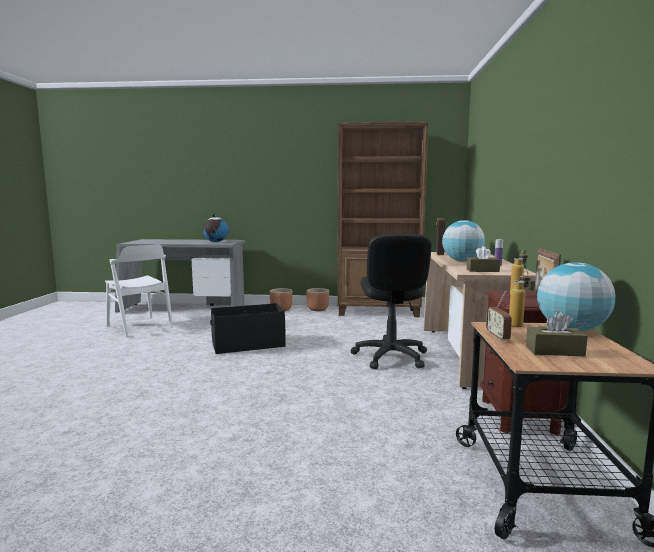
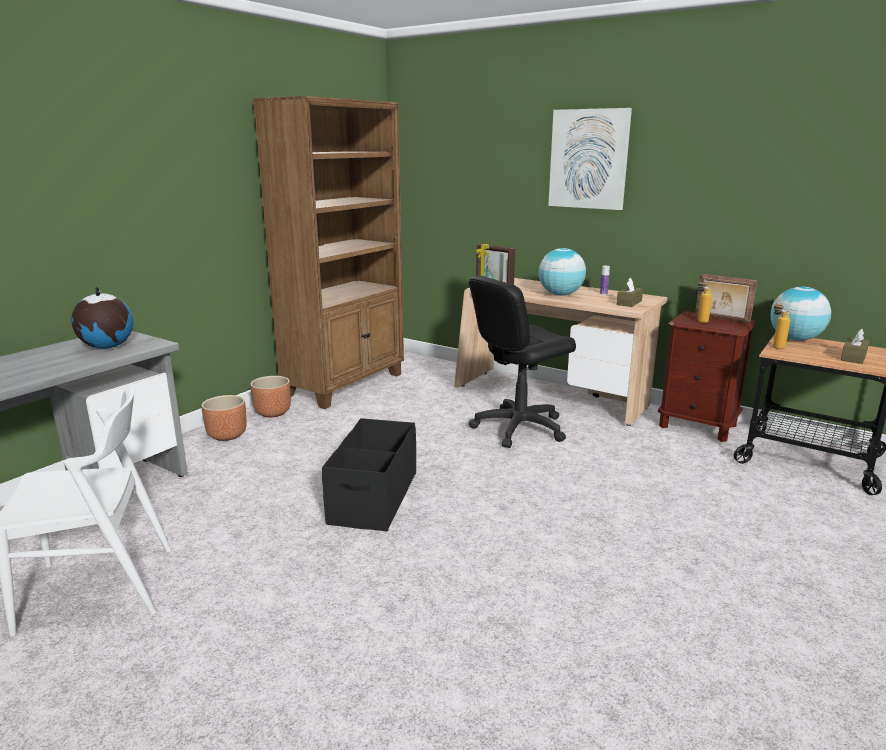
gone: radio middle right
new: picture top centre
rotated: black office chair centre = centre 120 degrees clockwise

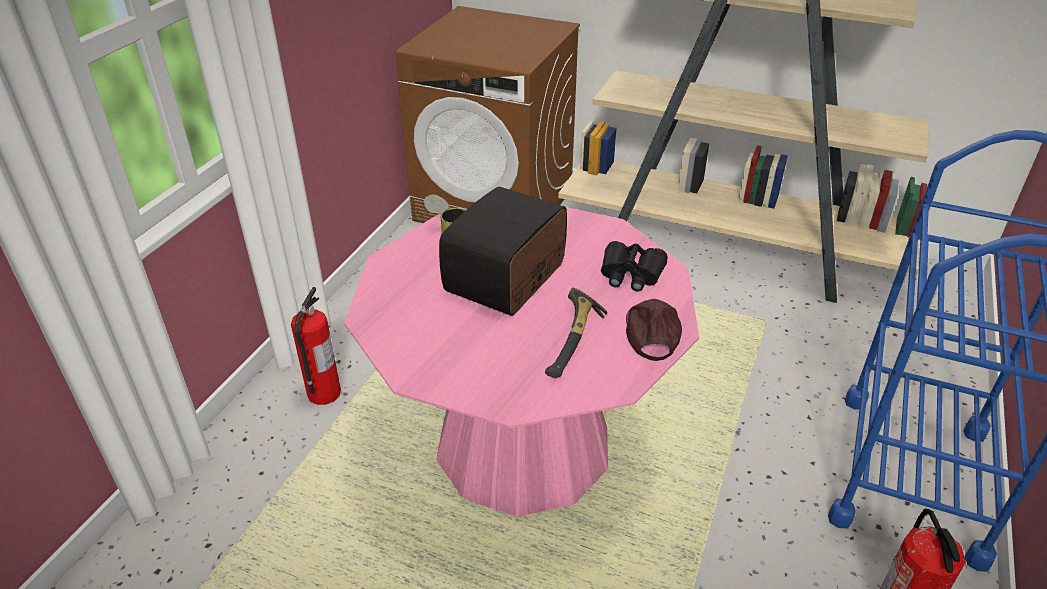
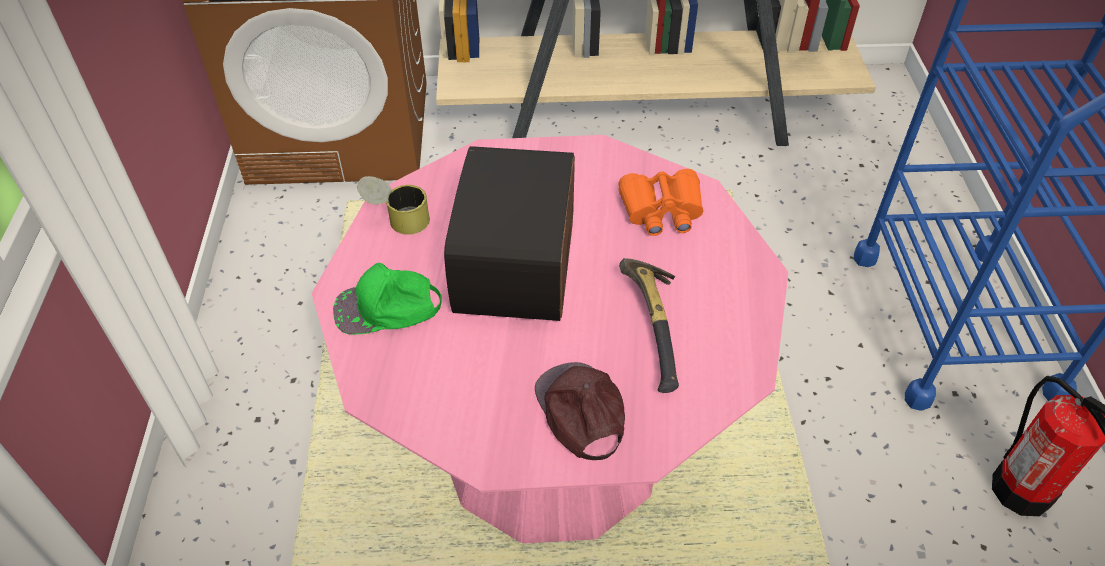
gone: fire extinguisher (no. 1 from left) middle left
new: green cap centre
shifted: brown cap centre to bottom centre
repainted: black binoculars centre to orange binoculars centre

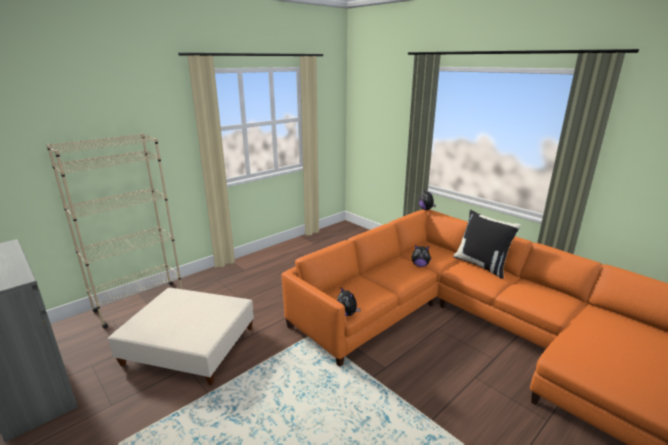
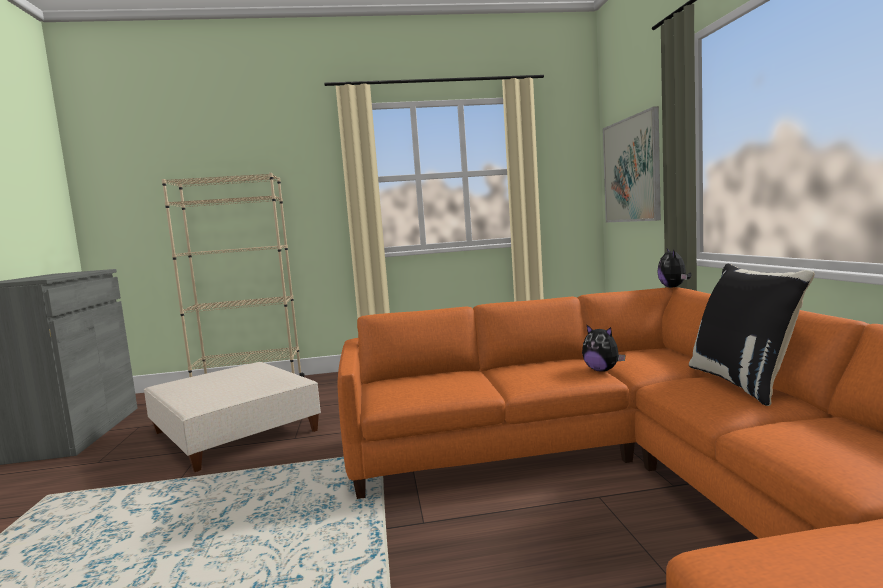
gone: plush toy (no. 1 from left) bottom centre
new: picture top right

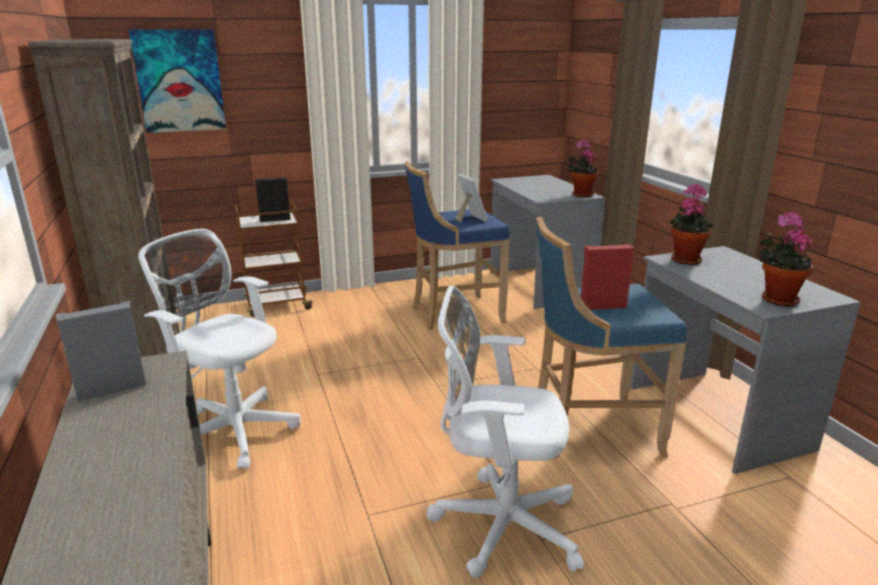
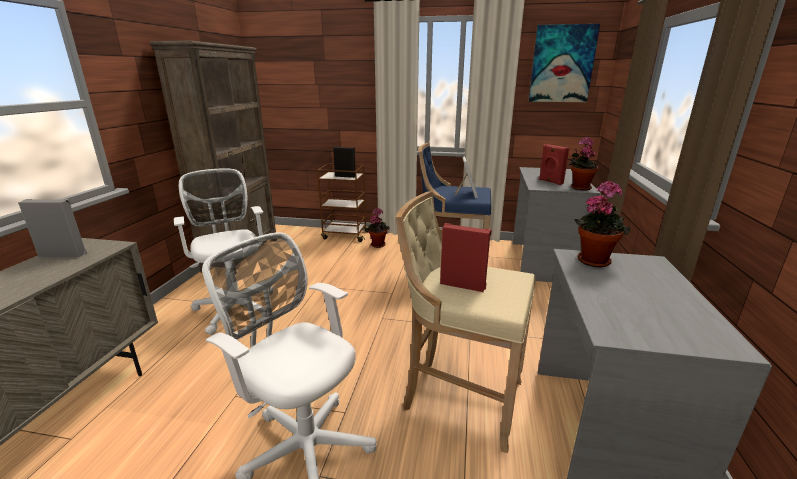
new: red speaker (no. 2 from left) middle right
shifted: picture top left to top right; potted plant (no. 3 from left in the first image) middle right to potted plant (no. 1 from left) centre
repainted: blue stool (no. 2 from left) middle right to beige stool bottom centre

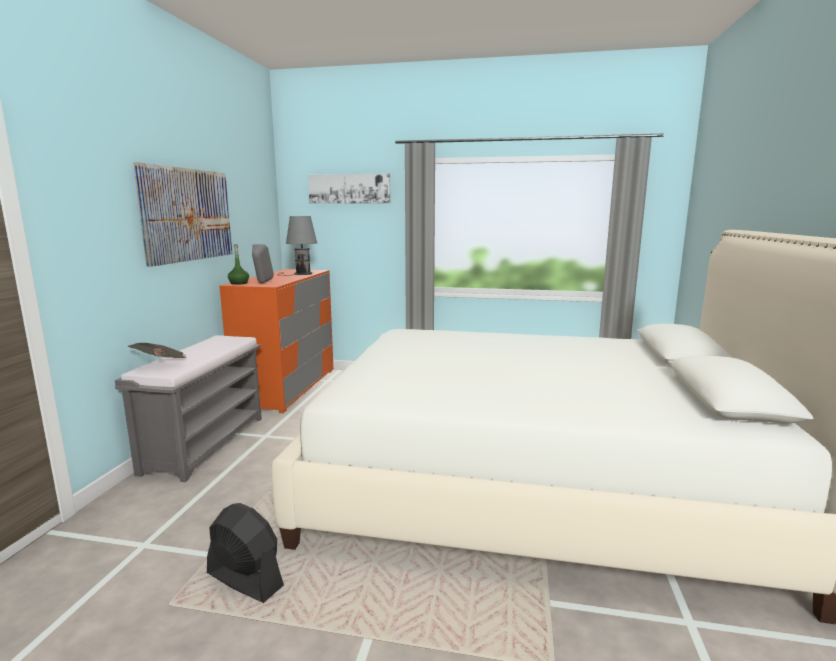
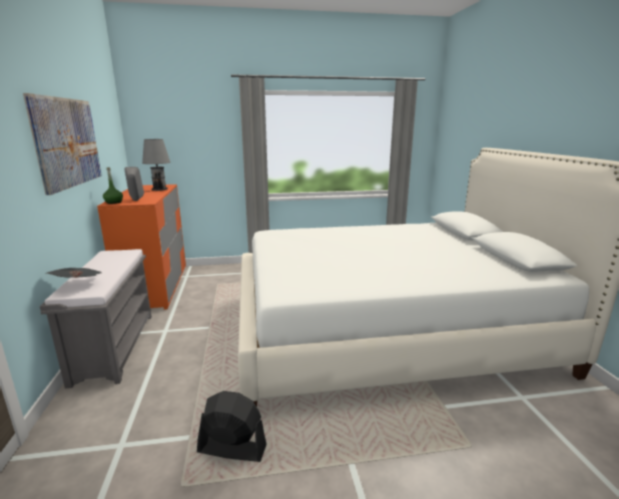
gone: picture (no. 2 from left) top centre

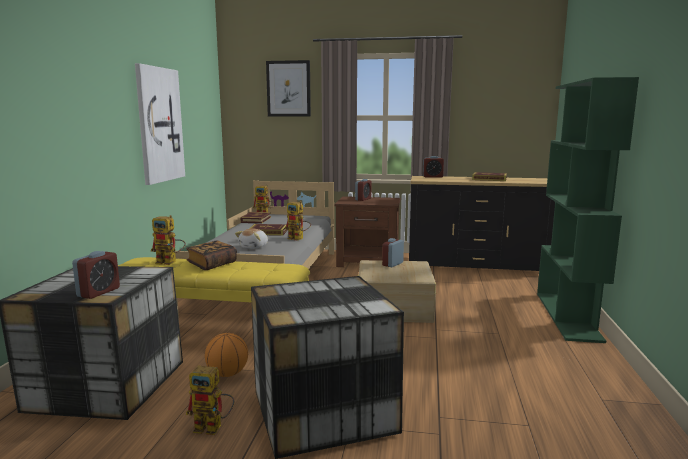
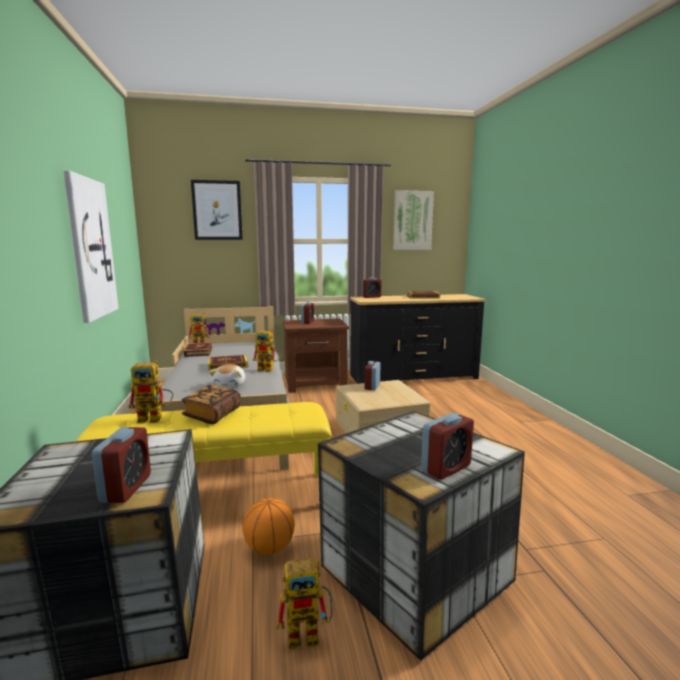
gone: green bookcase middle right
new: picture (no. 3 from left) top centre; alarm clock (no. 5 from left) centre

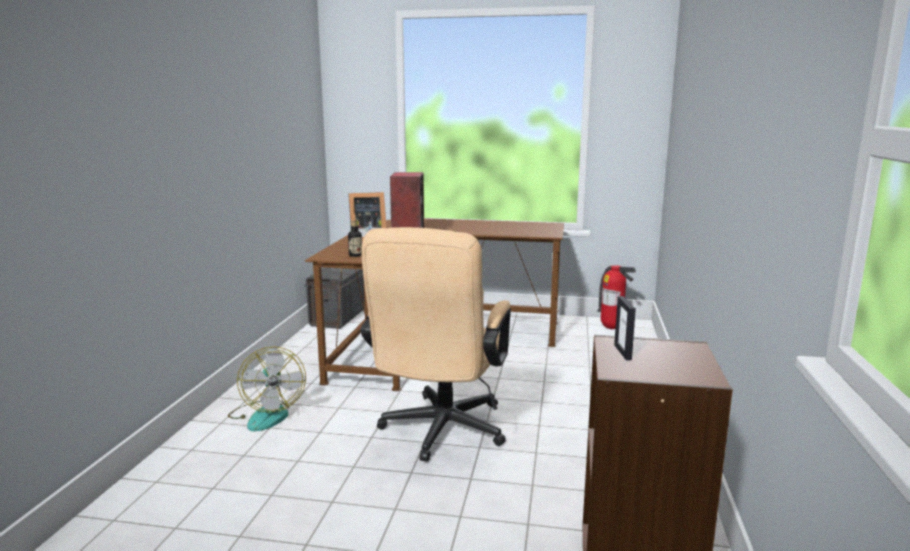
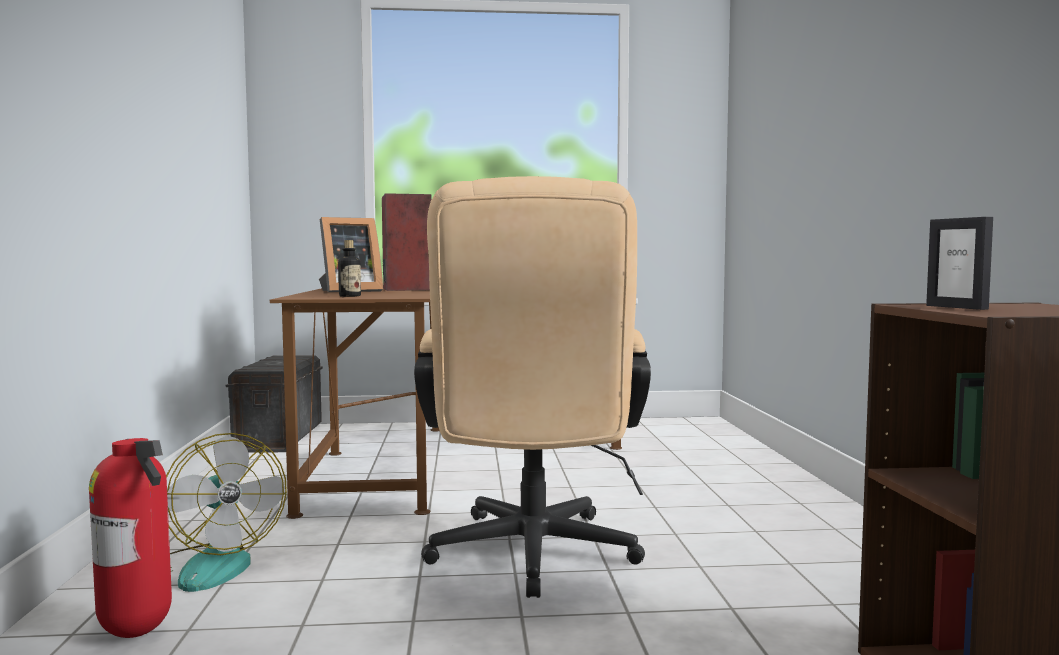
shifted: fire extinguisher middle right to bottom left

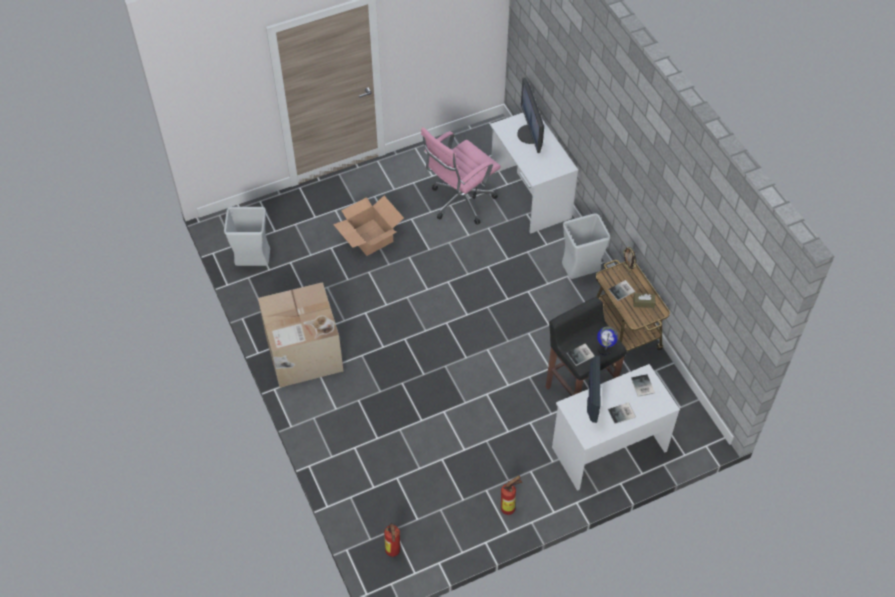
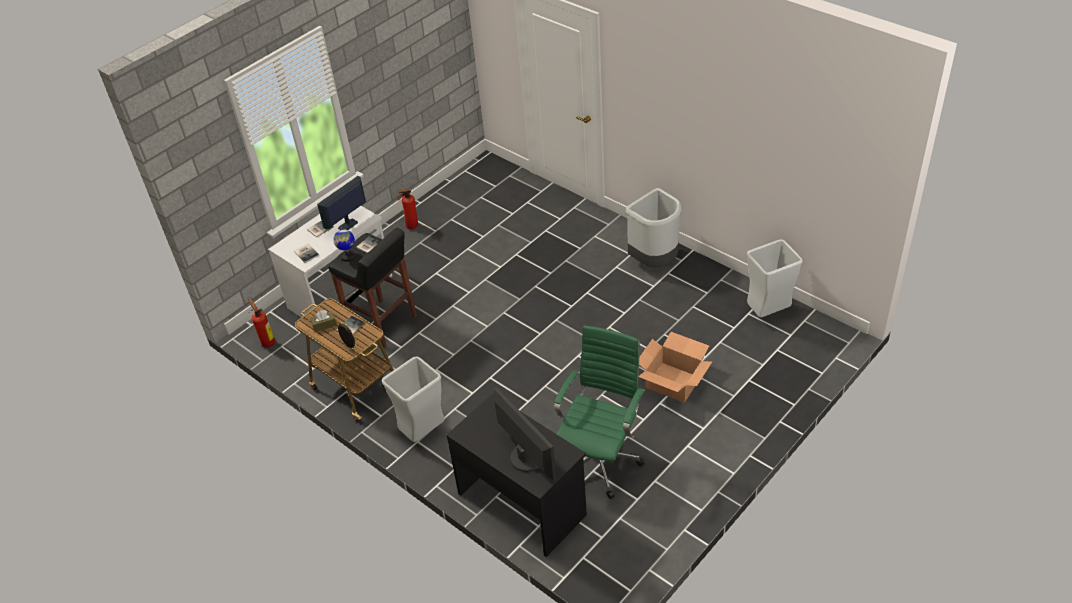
shifted: fire extinguisher (no. 1 from left) bottom centre to middle left
swapped: cardboard box (no. 1 from left) centre to grey trash can (no. 2 from left) centre
repainted: white desk (no. 1 from left) top centre to black desk bottom centre; pink office chair top centre to green office chair bottom centre
rotated: monitor (no. 2 from left in the first image) centre = middle left 60 degrees clockwise

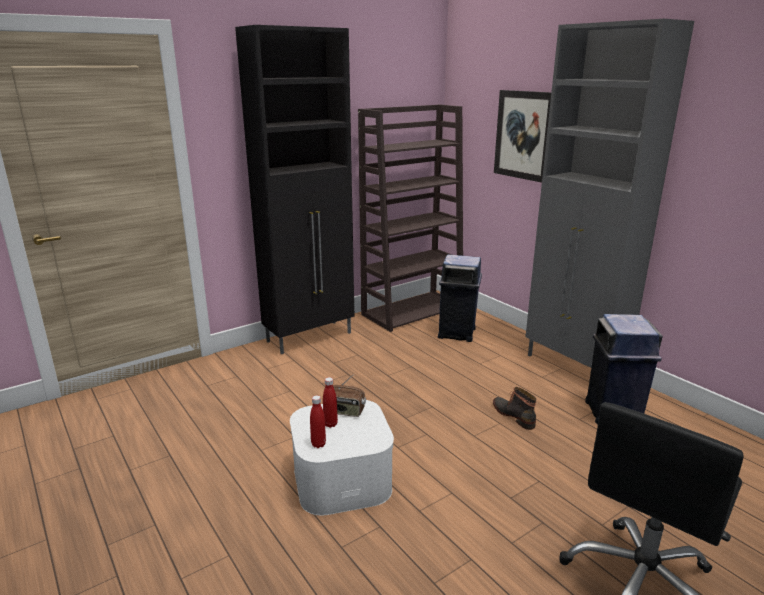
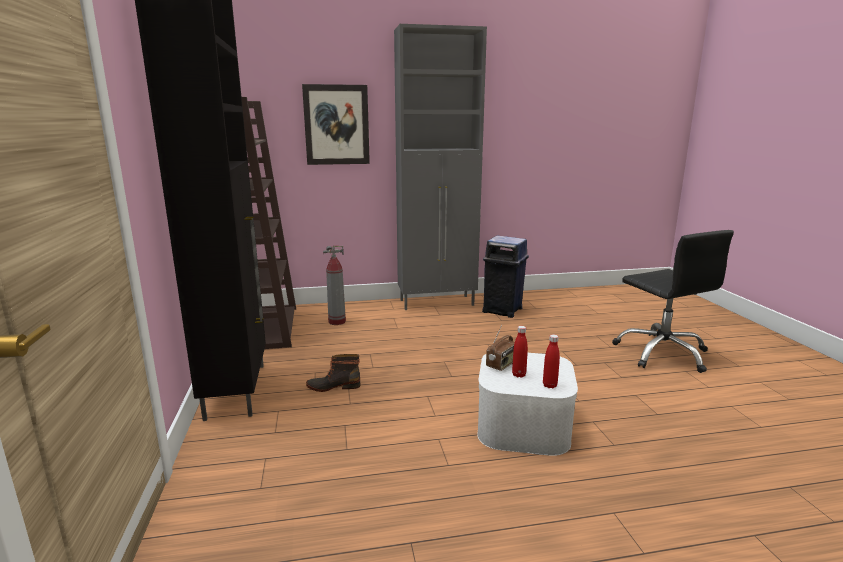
shifted: boot bottom right to centre
swapped: blue trash can (no. 1 from left) centre to fire extinguisher centre

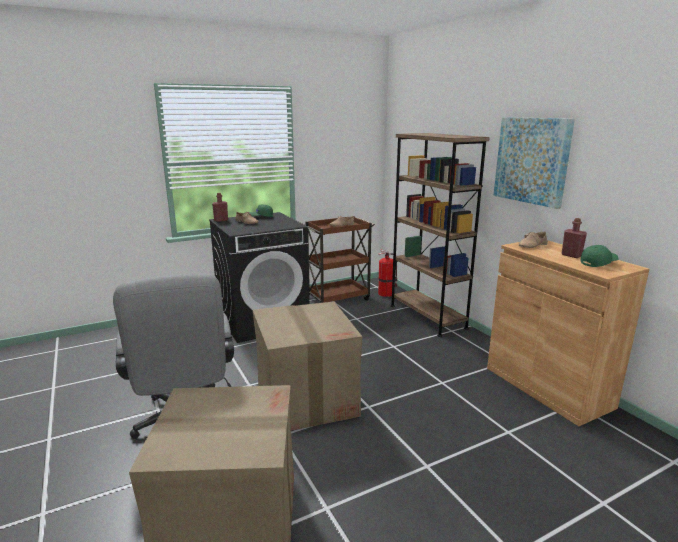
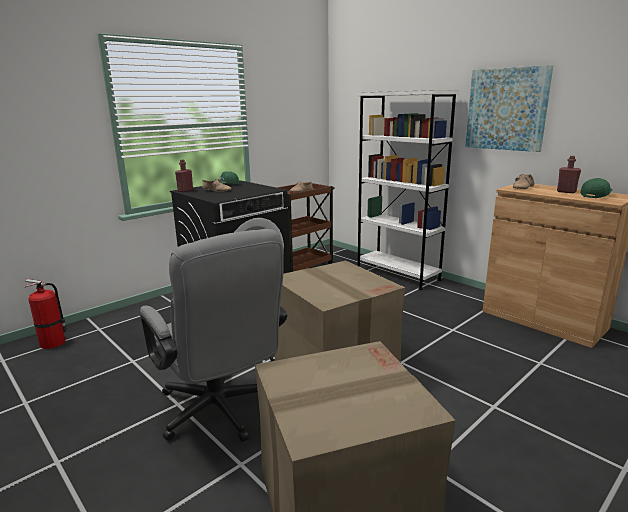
shifted: fire extinguisher centre to middle left
repainted: brown bookcase centre to white bookcase centre

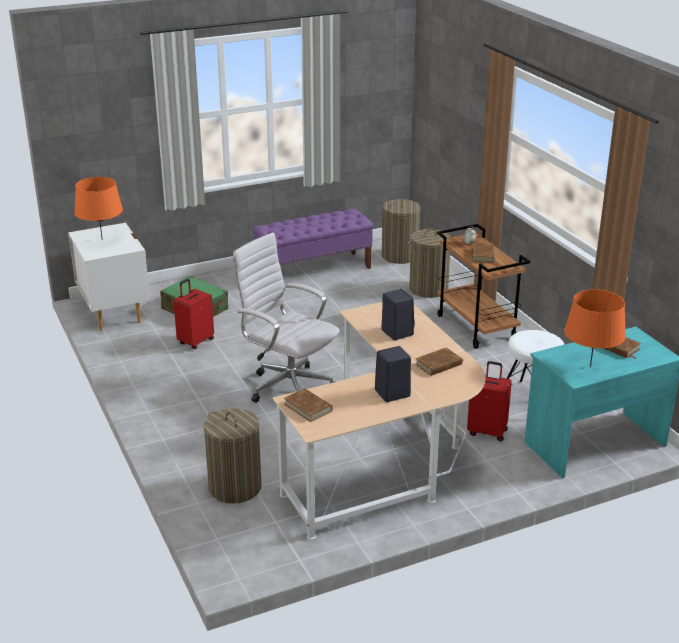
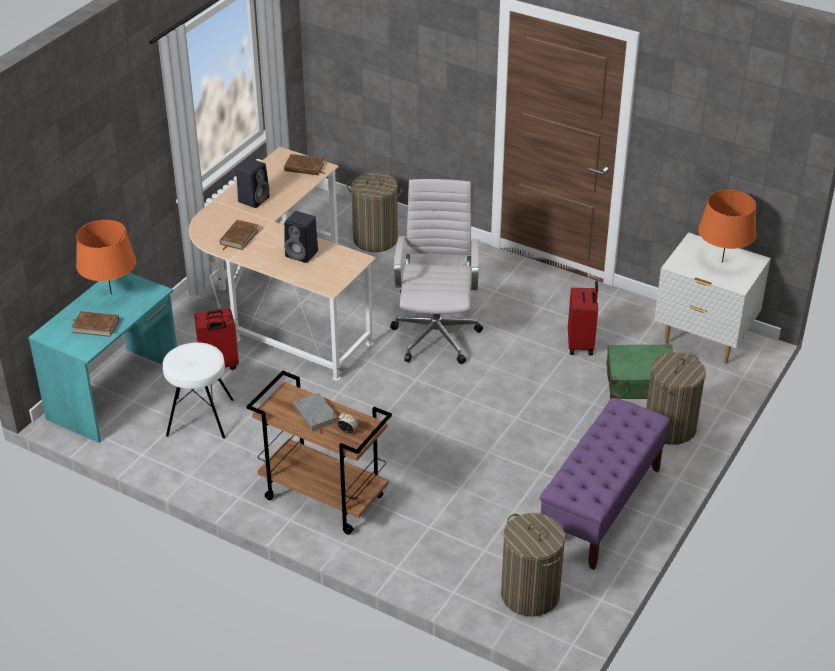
shifted: laundry basket (no. 3 from left) centre to middle right
repainted: brown book (no. 3 from left) middle right to grey book centre
rotated: white office chair centre = centre 90 degrees counterclockwise

